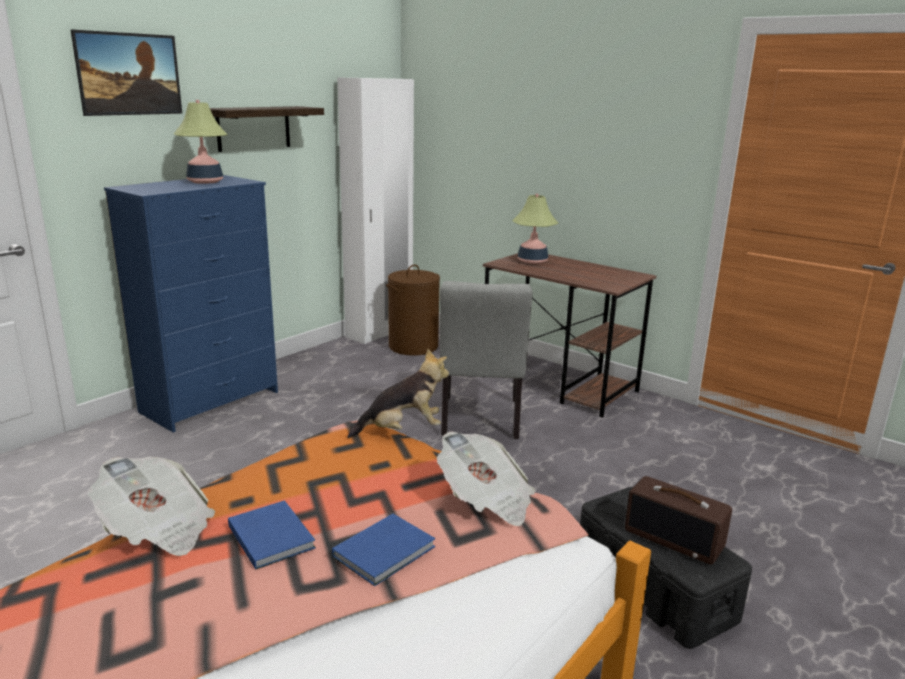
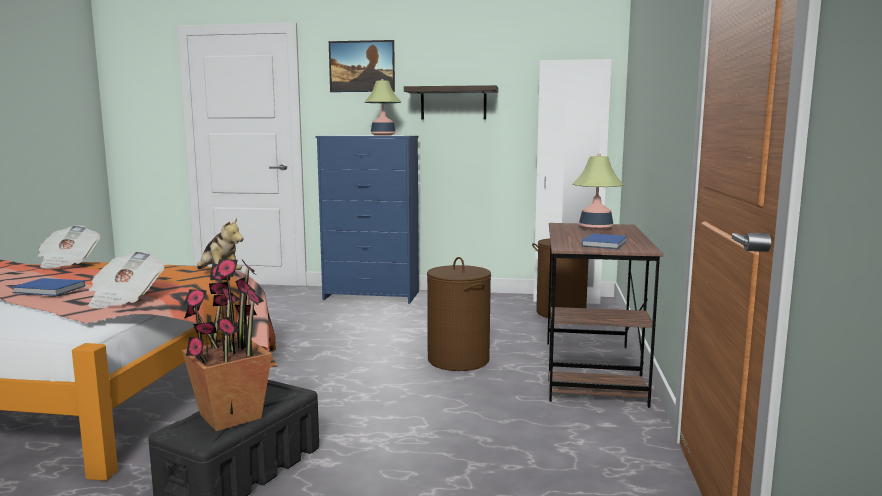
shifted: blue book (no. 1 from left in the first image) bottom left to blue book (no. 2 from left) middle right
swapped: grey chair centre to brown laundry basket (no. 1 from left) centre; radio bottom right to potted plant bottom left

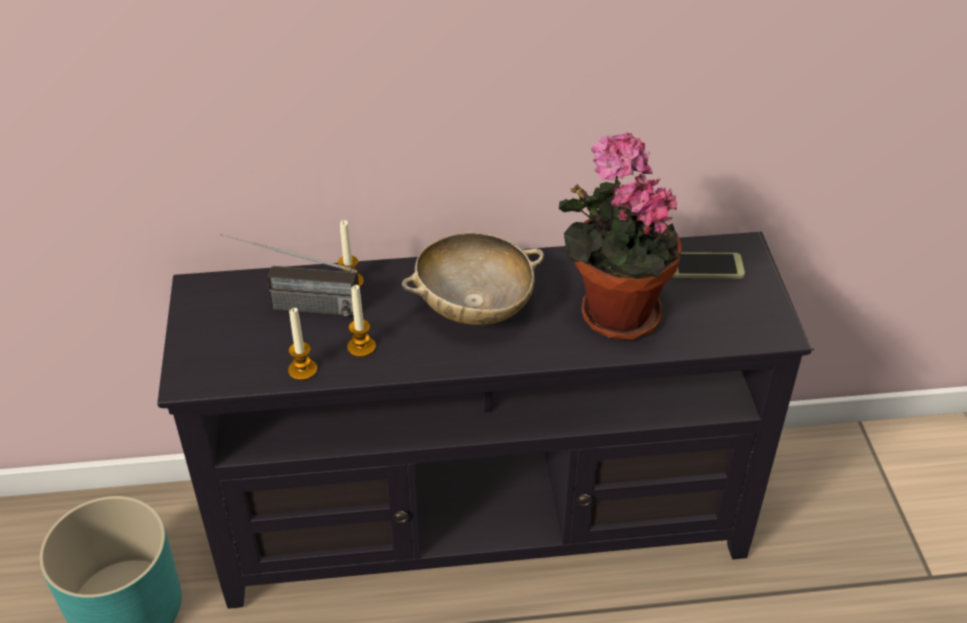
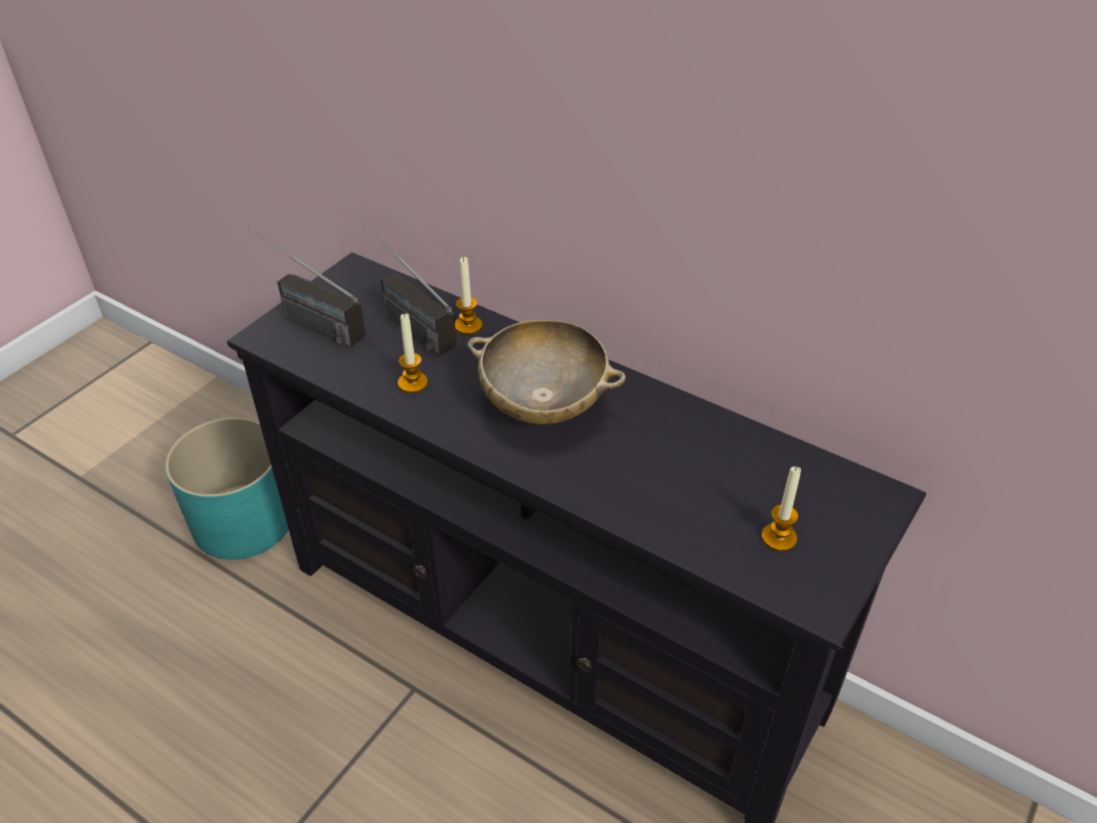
gone: potted plant centre; phone middle right
new: radio (no. 1 from left) middle left
shifted: candle (no. 1 from left in the first image) middle left to candle (no. 3 from left) middle right

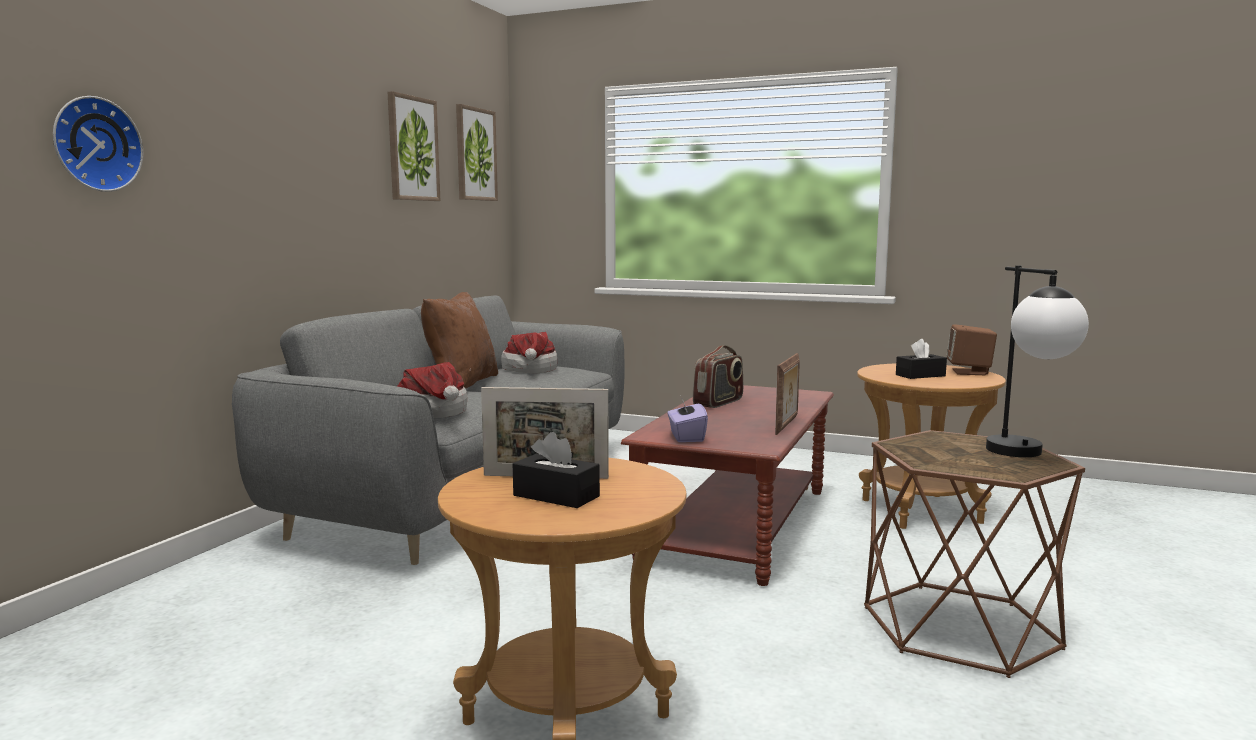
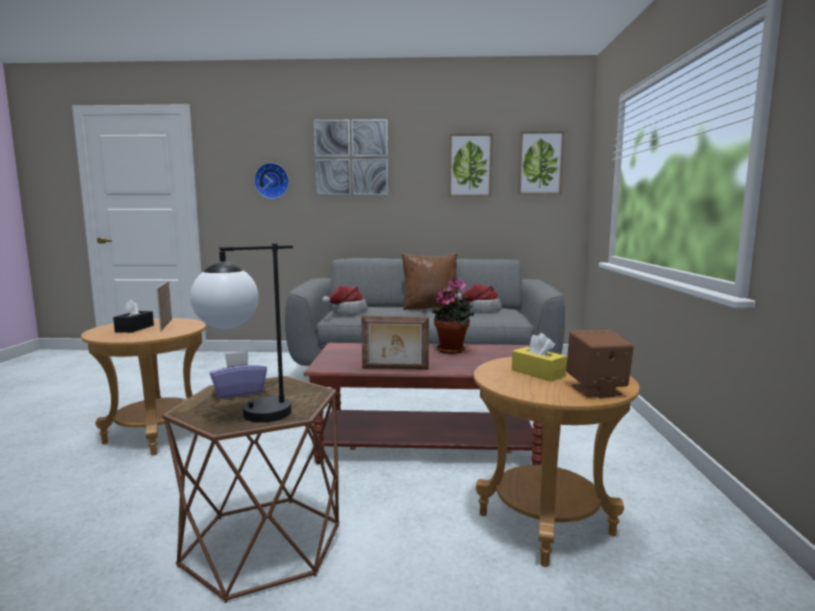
new: picture (no. 1 from left) top centre
shifted: purple tissue box centre to middle left
swapped: radio centre to potted plant centre
repainted: black tissue box (no. 2 from left) middle right to yellow tissue box centre

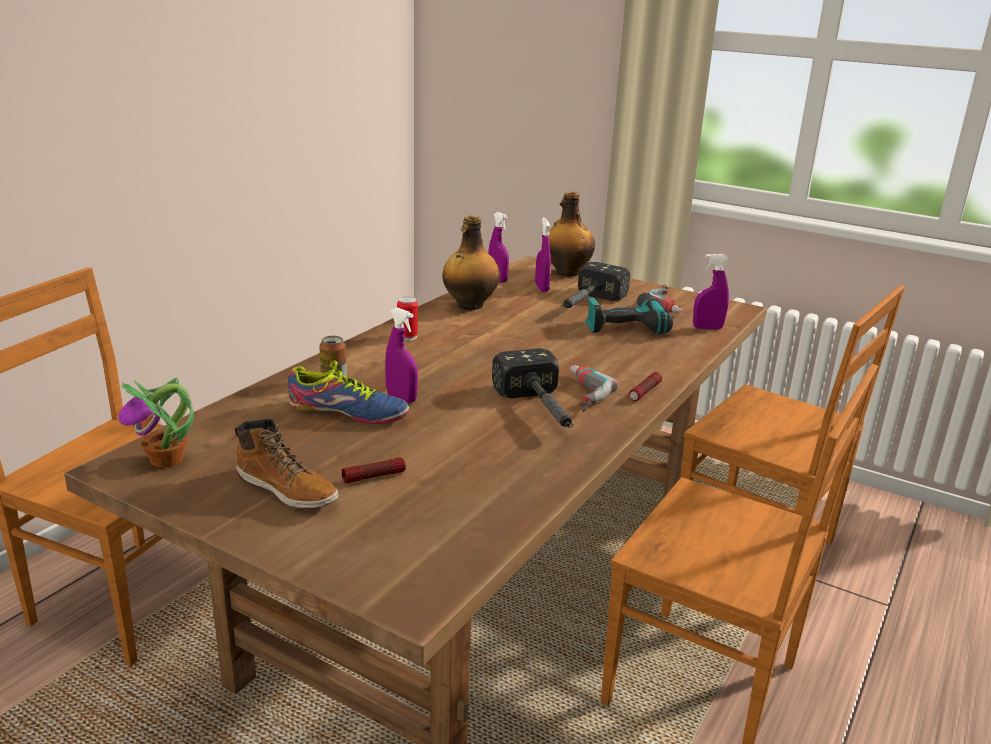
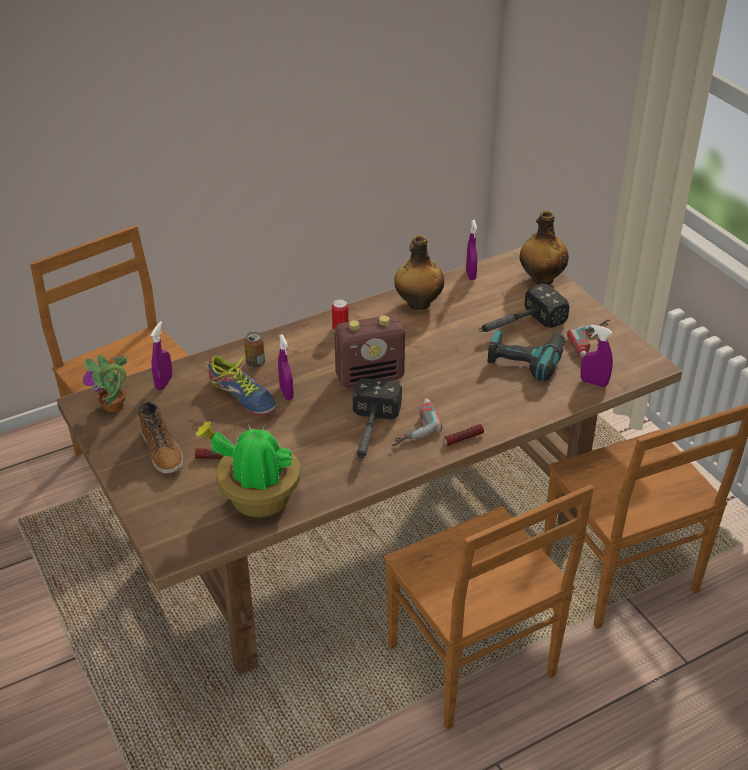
new: radio centre; potted plant (no. 2 from left) middle left
shifted: purple spray bottle (no. 3 from left in the first image) centre to purple spray bottle (no. 1 from left) middle left

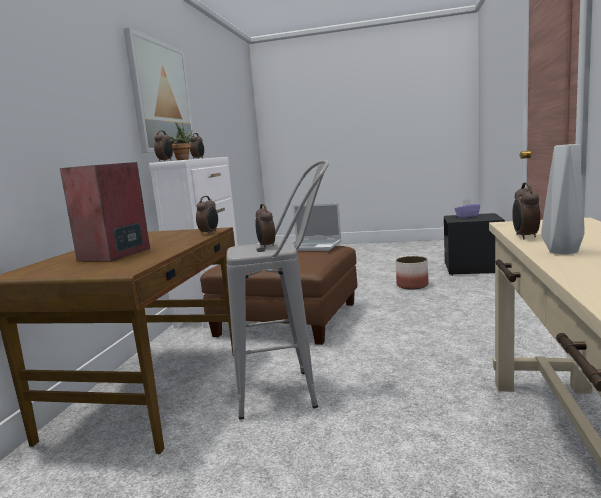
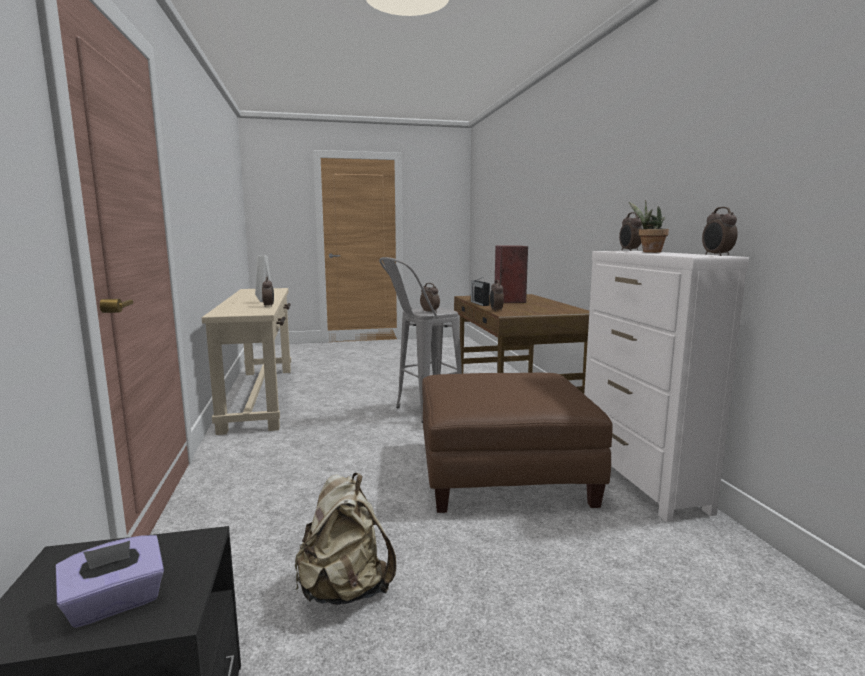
gone: picture top left; laptop centre
new: radio centre
swapped: planter middle right to beige backpack bottom centre

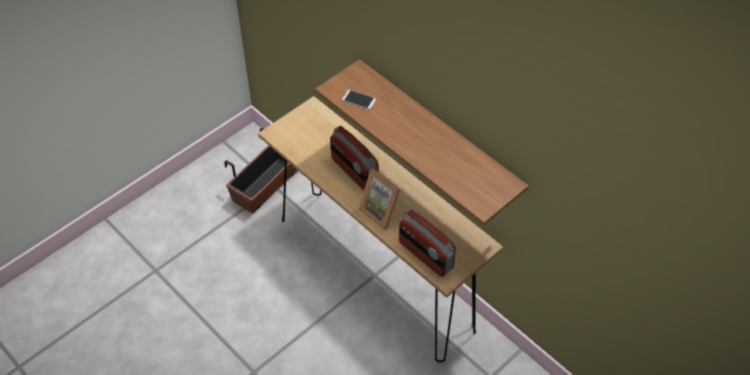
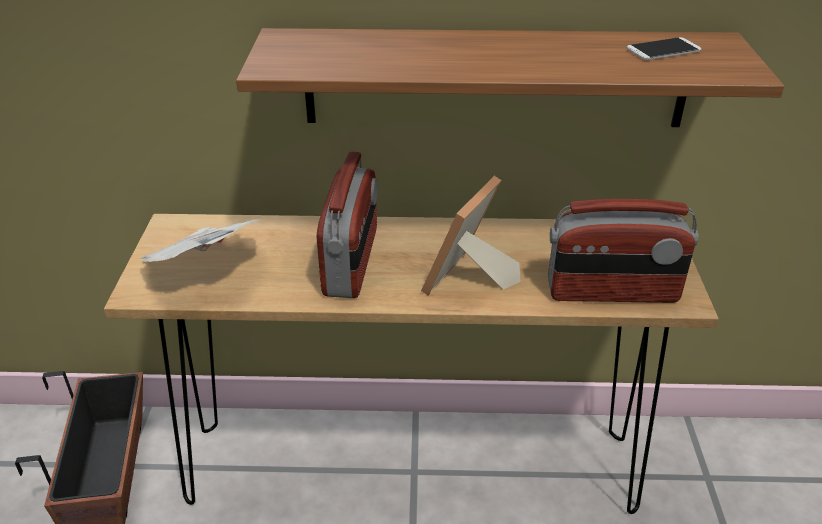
new: newspaper middle left
shifted: phone top centre to top right
rotated: radio (no. 1 from left) centre = centre 90 degrees counterclockwise; picture frame centre = centre 120 degrees clockwise

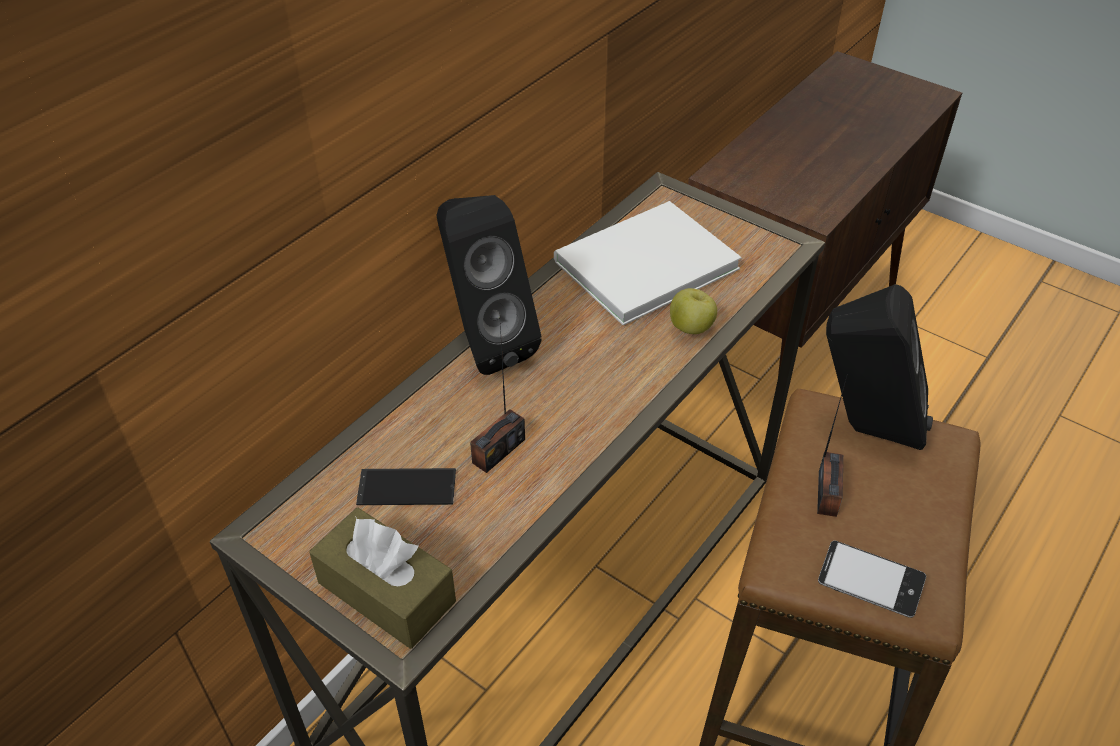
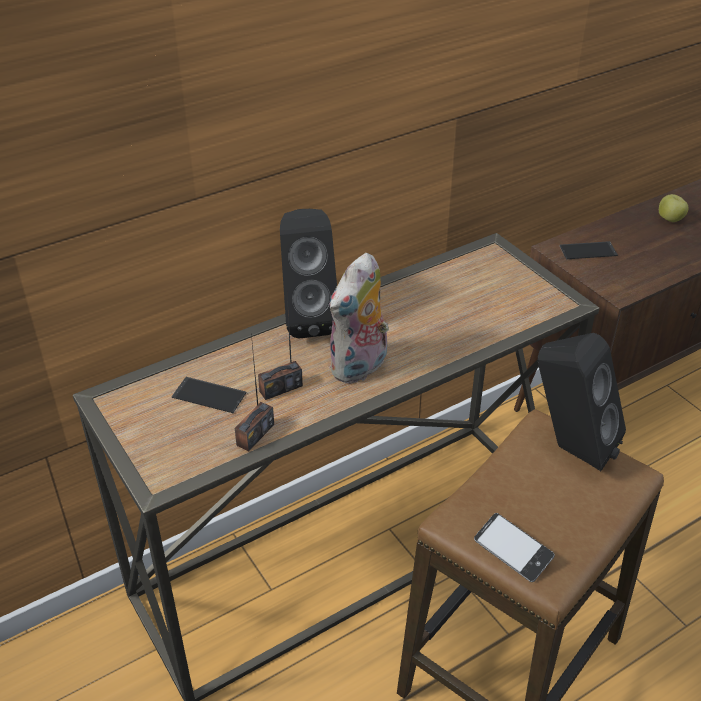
gone: white book centre; brown tissue box bottom centre
new: phone (no. 3 from left) middle right; plush toy centre
shifted: apple centre to top right; radio (no. 2 from left in the first image) middle right to radio (no. 1 from left) centre

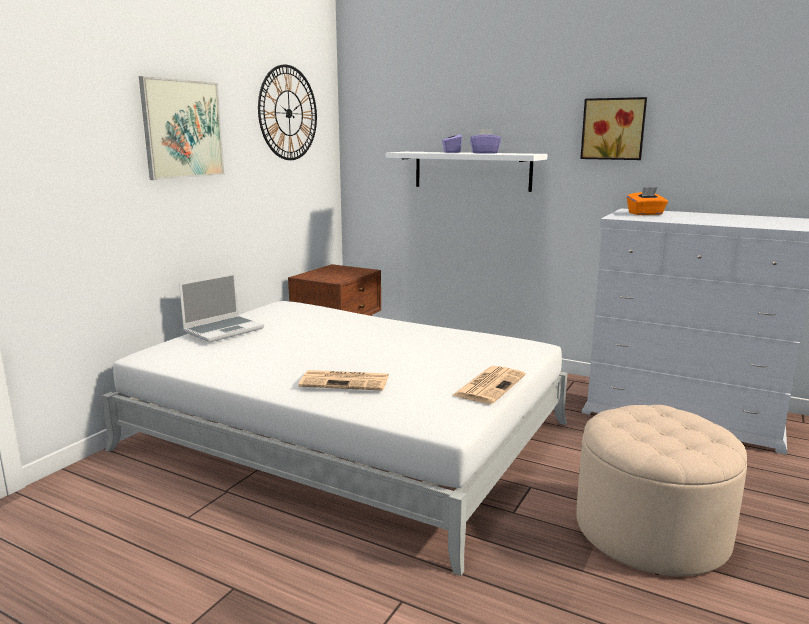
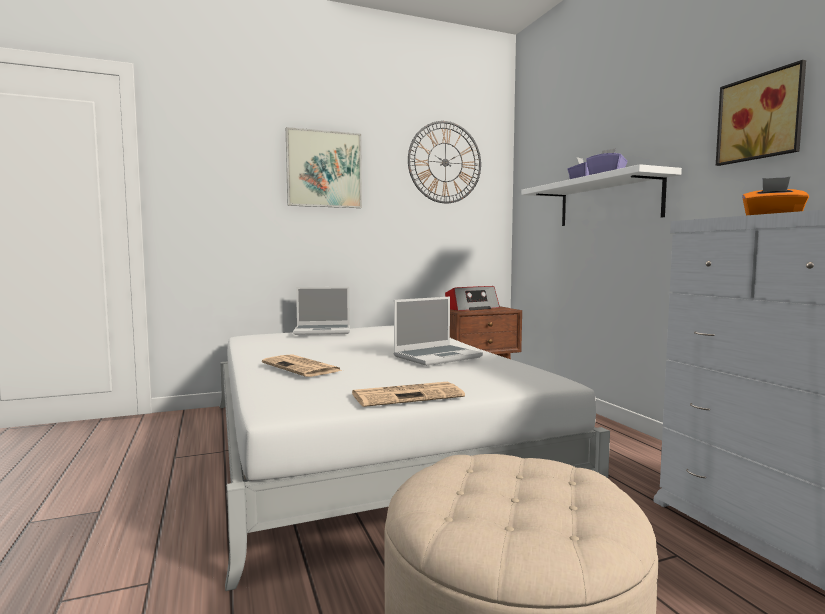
new: radio centre; laptop (no. 2 from left) centre

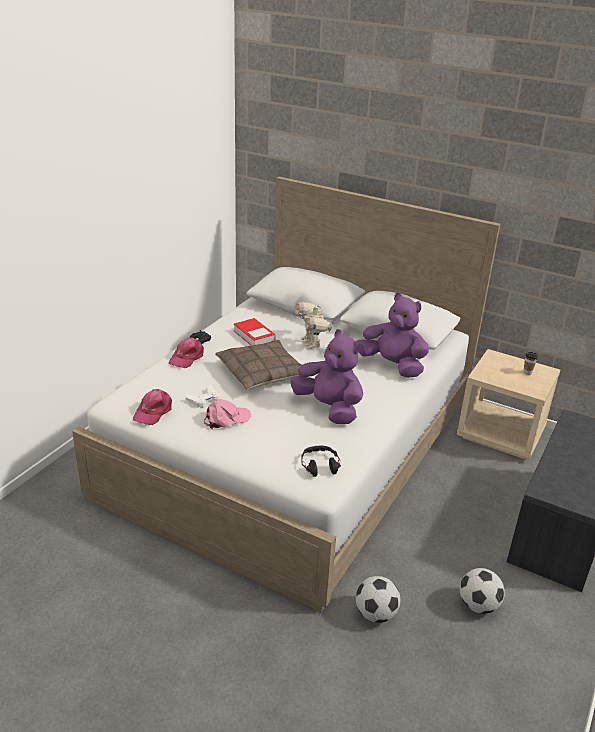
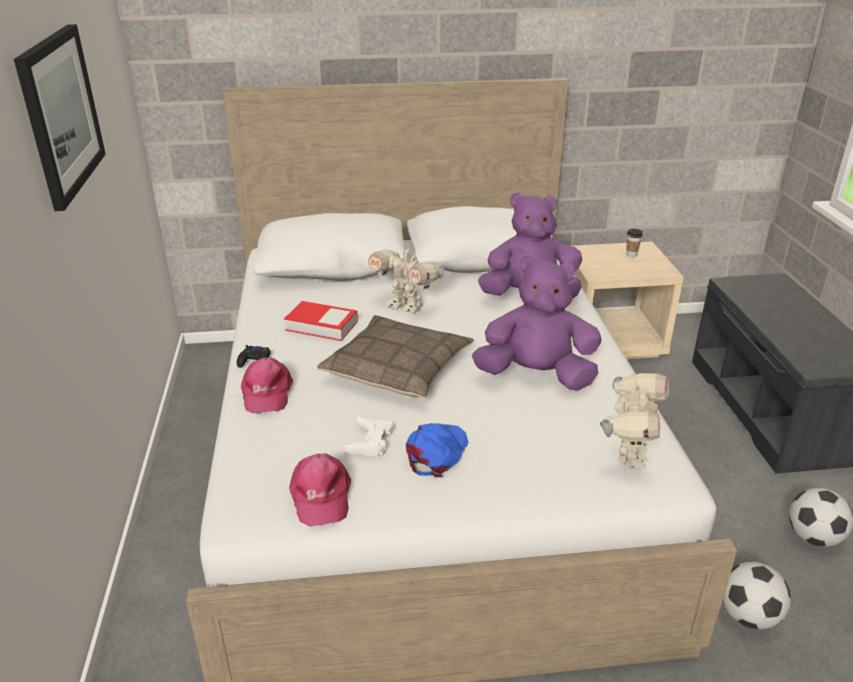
new: picture top left
swapped: headphones centre to toy robot (no. 2 from left) middle right
repainted: pink cap (no. 3 from left) centre to blue cap centre

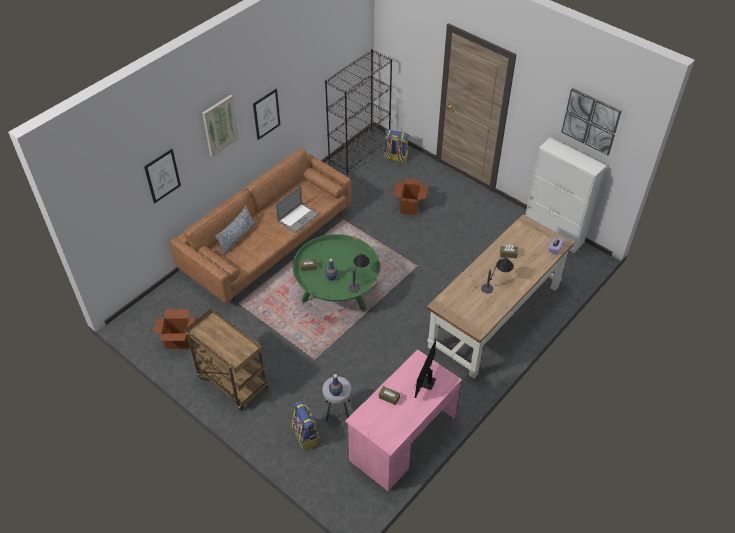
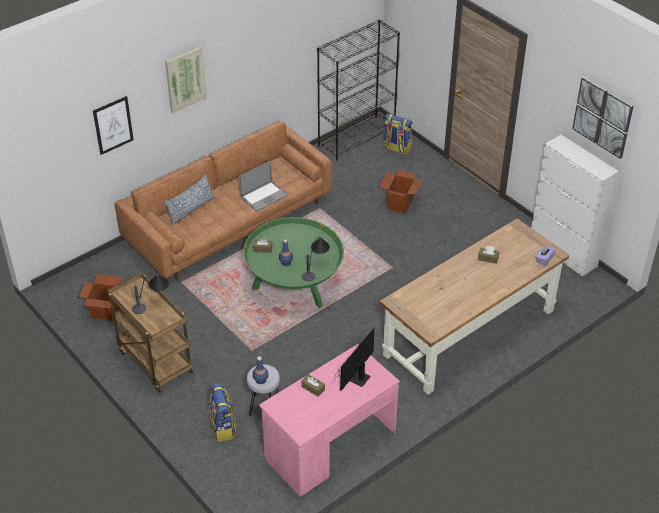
gone: picture (no. 3 from left) top centre
shifted: table lamp (no. 2 from left in the first image) middle right to table lamp (no. 1 from left) middle left

